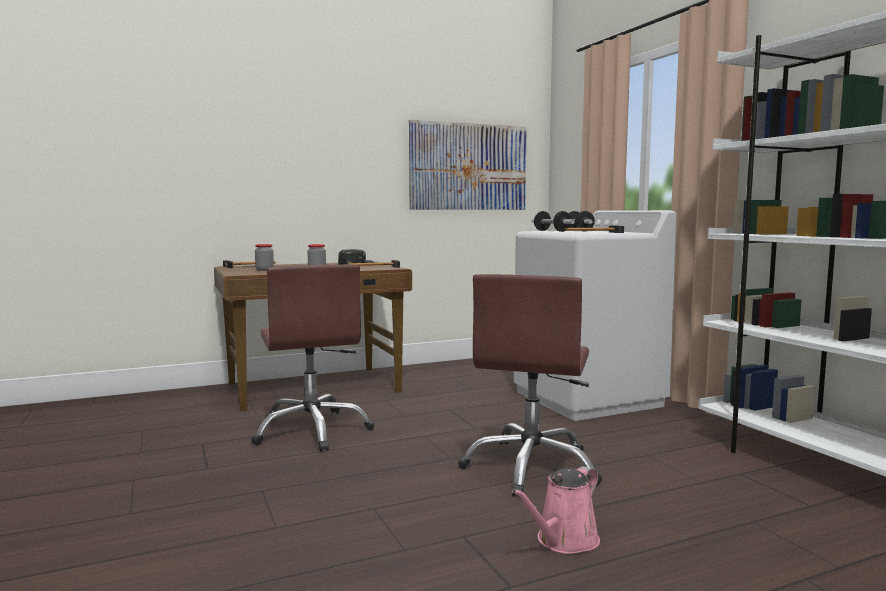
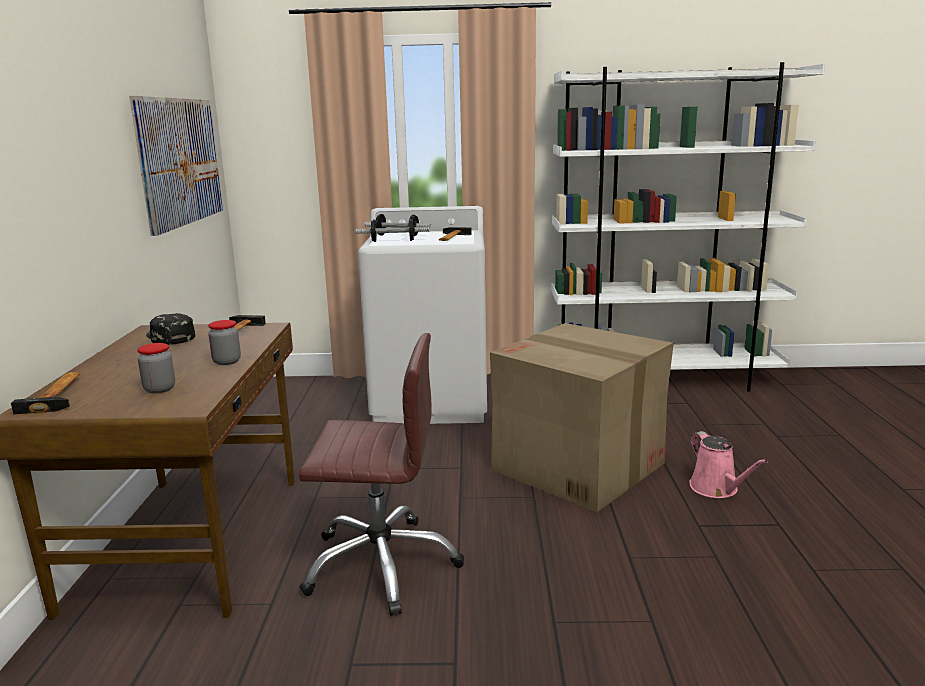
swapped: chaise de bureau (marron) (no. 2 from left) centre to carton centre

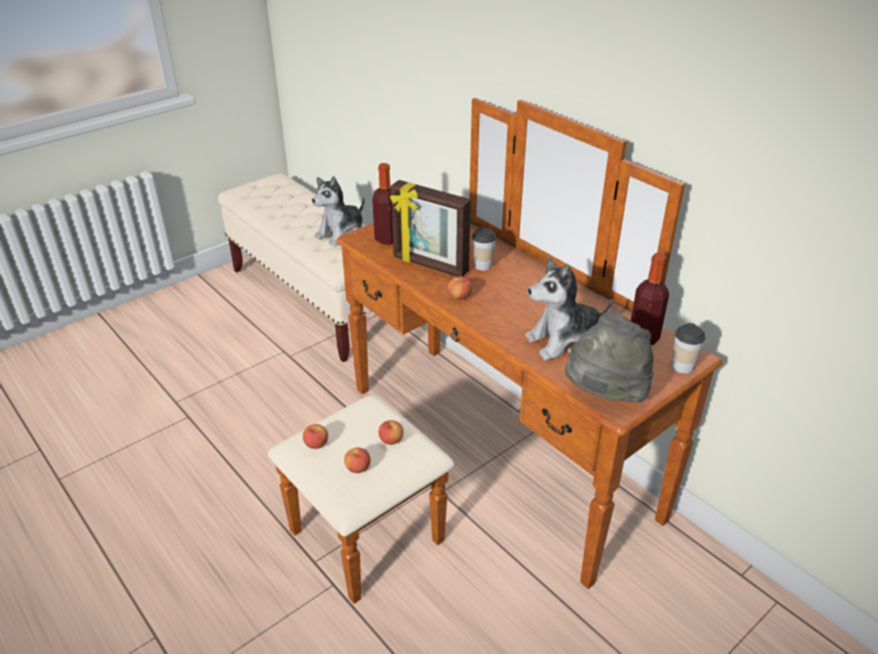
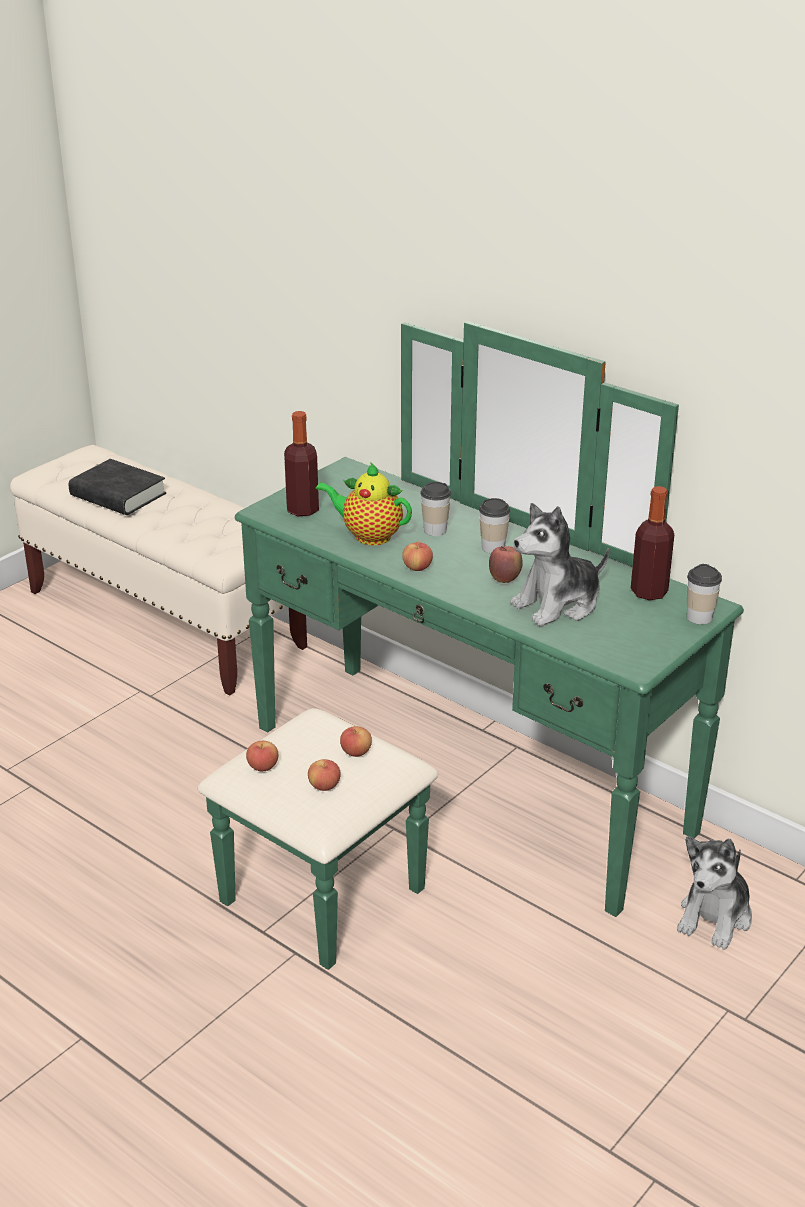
gone: chapeau (gris) middle right
new: livre (noir) middle left; tasse (no. 2 from left) centre; pomme (no. 5 from left) centre
shifted: peluche (no. 1 from left in the first image) top centre to peluche (no. 2 from left) bottom right
swapped: cadre photo centre to théière centre
repainted: commode (marron) centre to commode (vert) centre

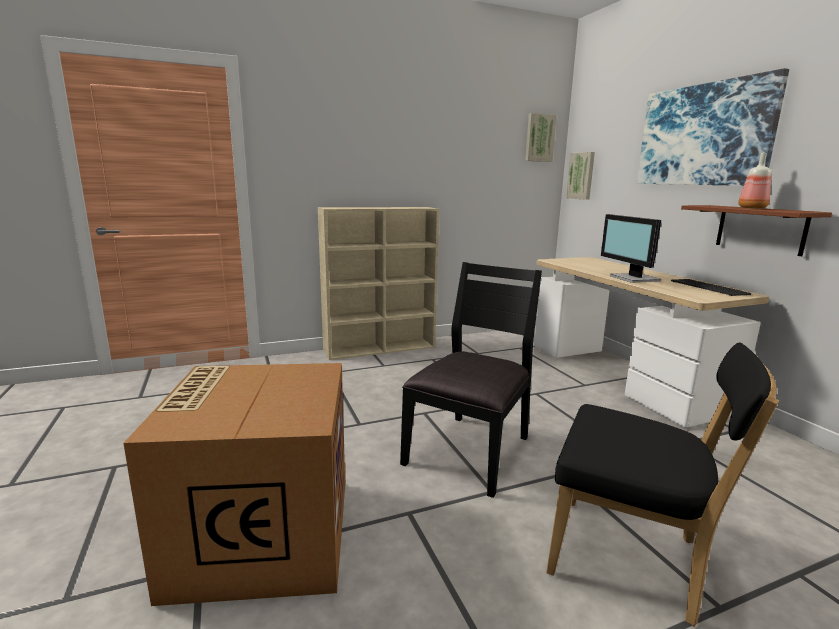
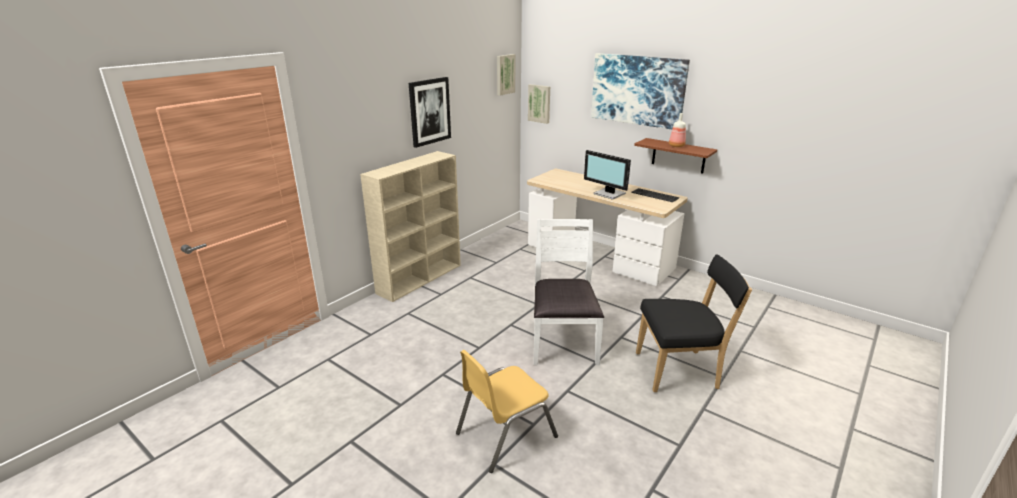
new: tableau (no. 1 from left) top centre
swapped: carton bottom left to chaise (jaune) bottom centre
repainted: chaise (noir) (no. 1 from left) centre to chaise (blanc) centre

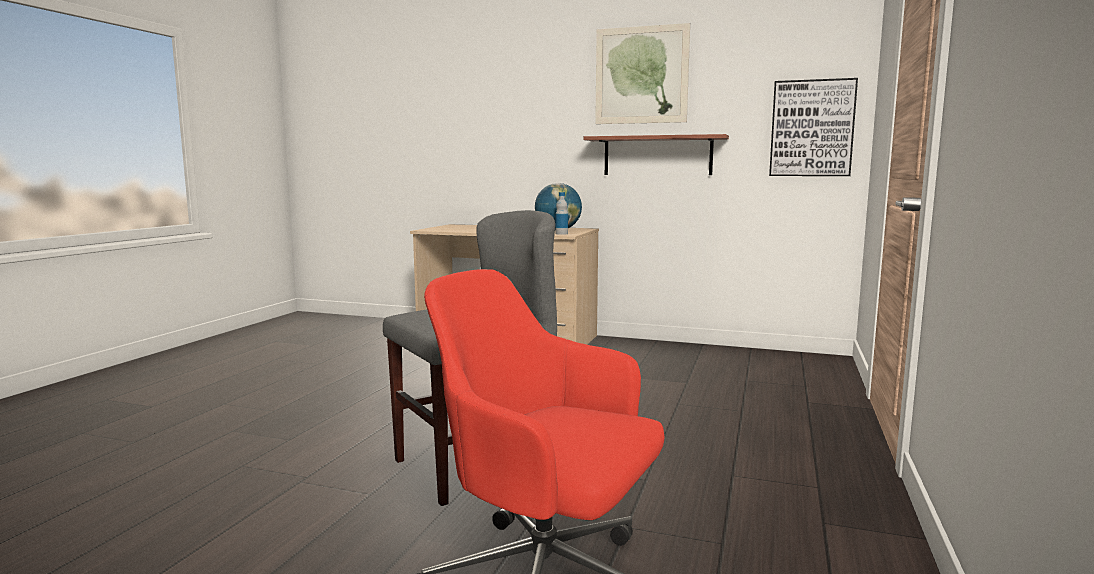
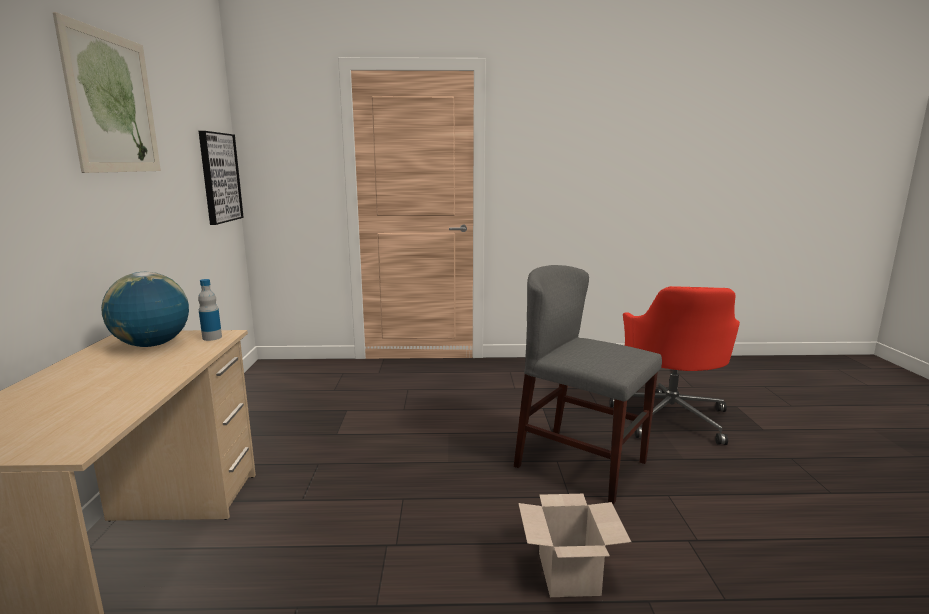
gone: étagère top centre
new: carton bottom centre

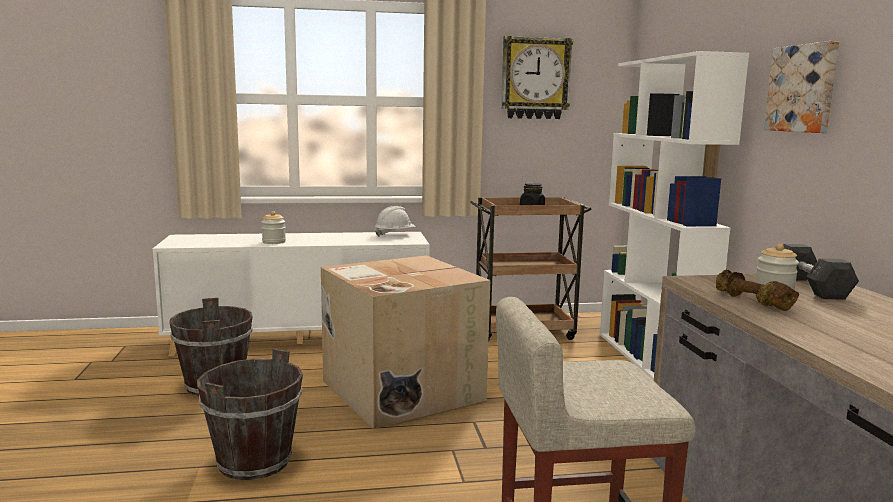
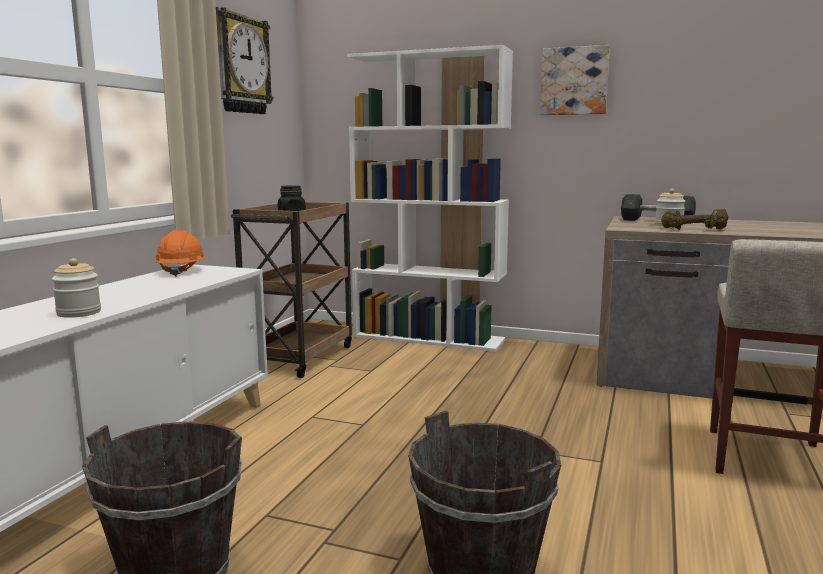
gone: carton bottom centre
repainted: casque de chantier (blanc) centre to casque de chantier (orange) middle left

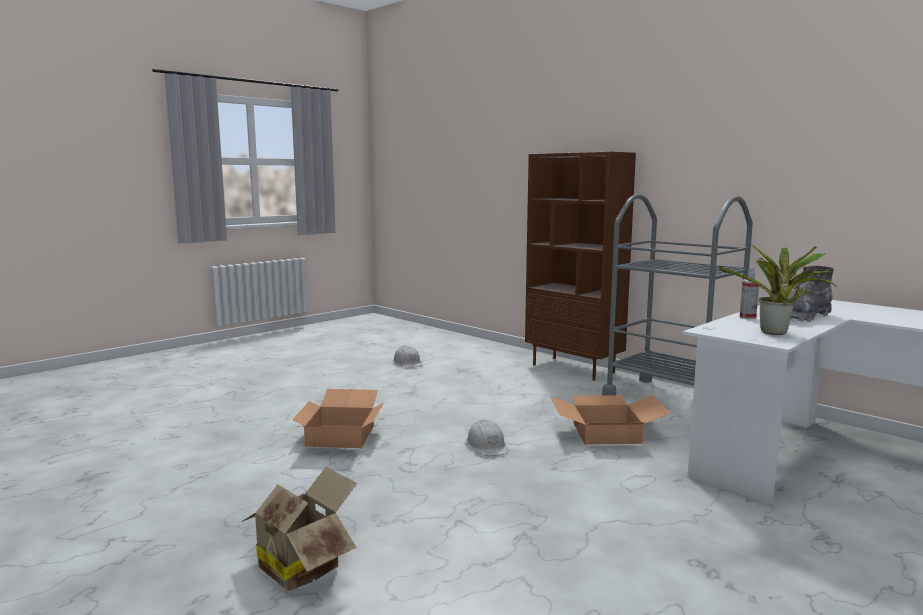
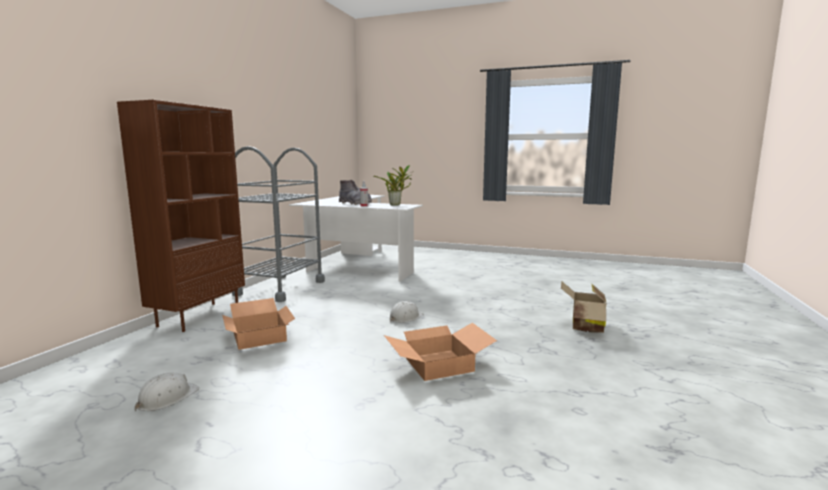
shifted: carton (no. 3 from left in the first image) bottom centre to carton (no. 1 from left) middle left

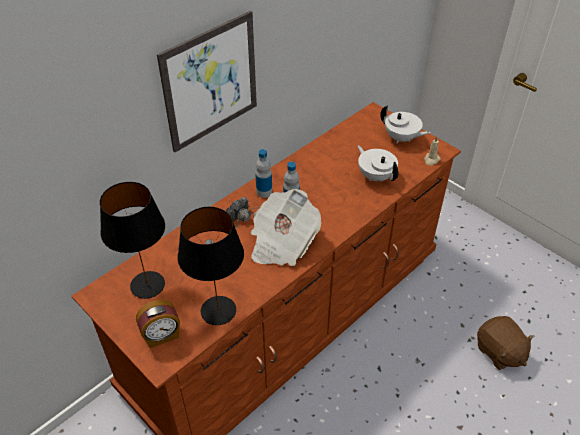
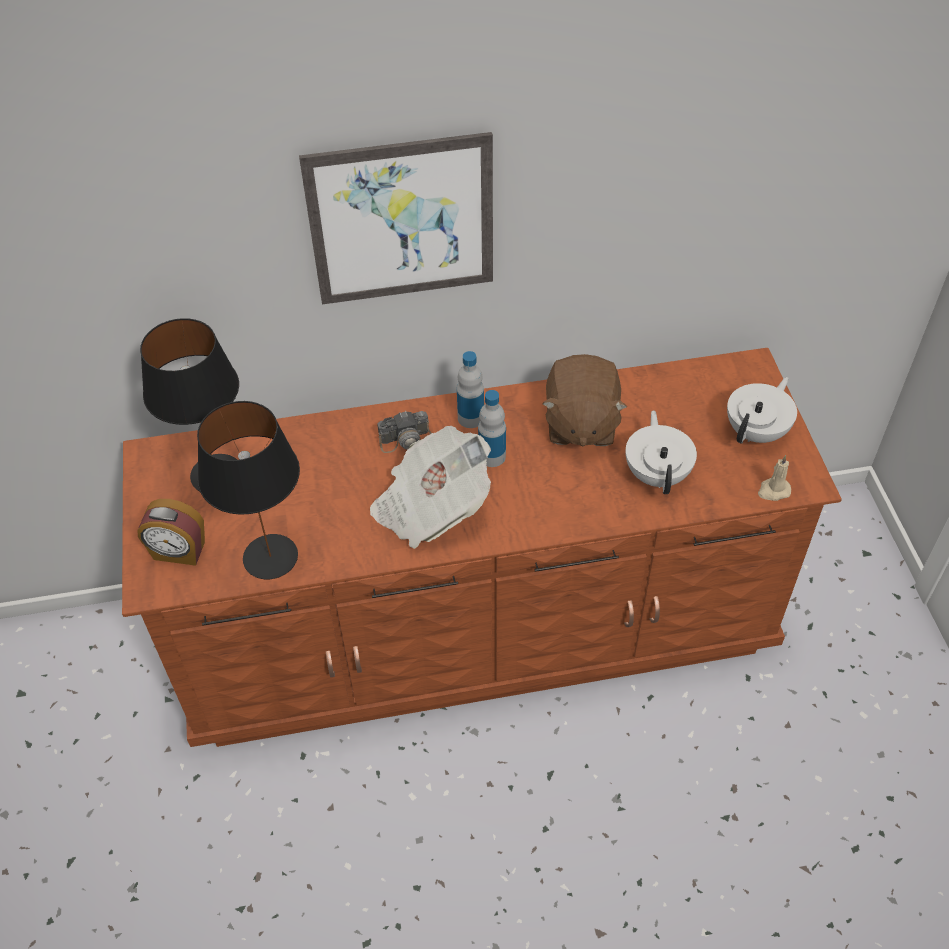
shifted: peluche (marron) bottom right to centre
rotated: théière (blanc) (no. 2 from left) top right = middle right 120 degrees counterclockwise

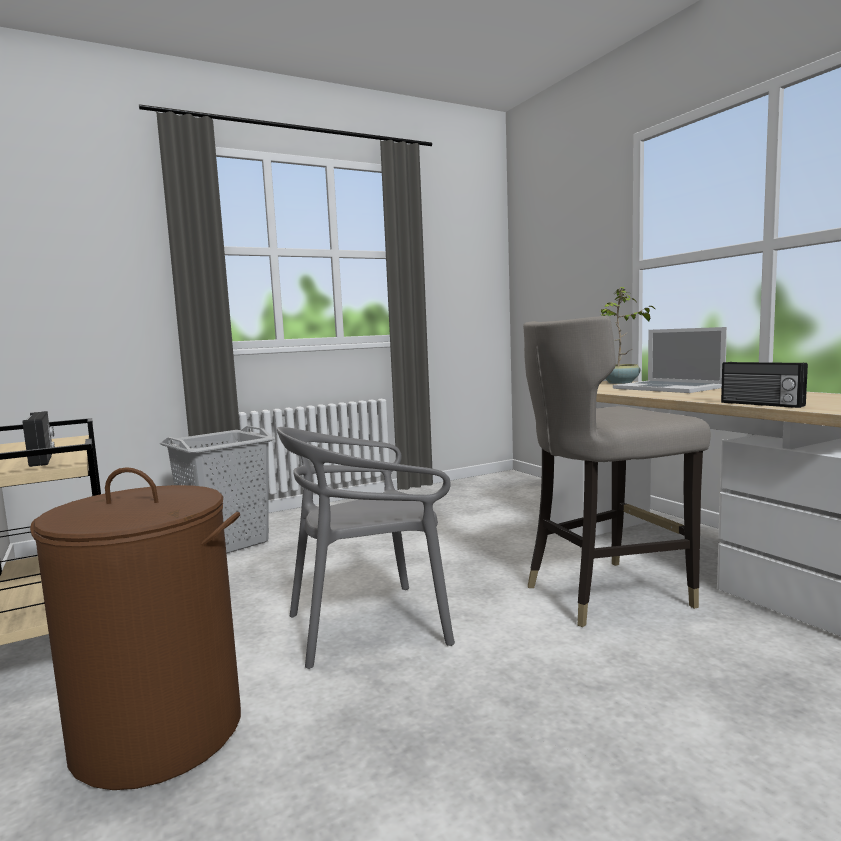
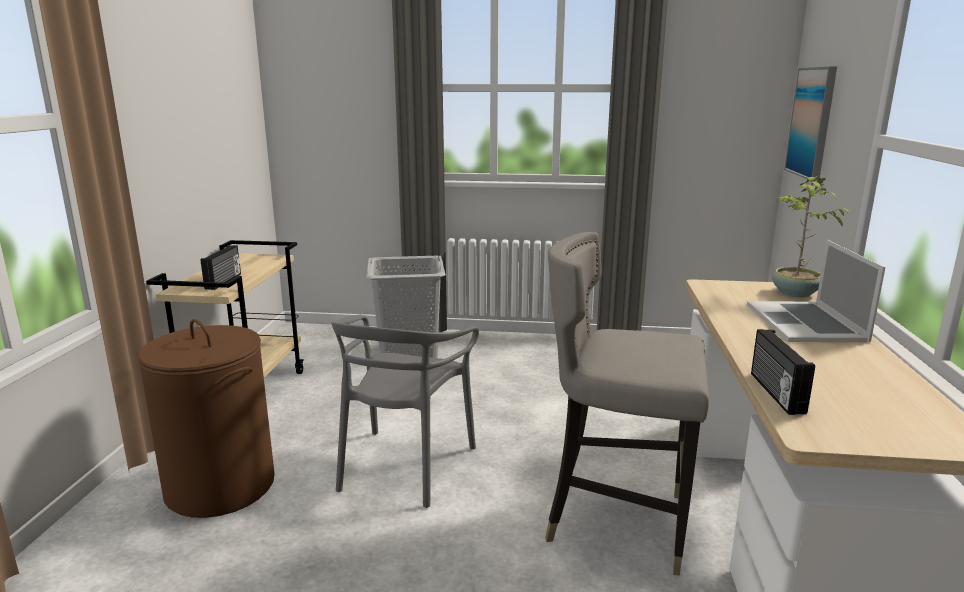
new: tableau top right
rotated: chaise (gris) centre = bottom centre 90 degrees counterclockwise

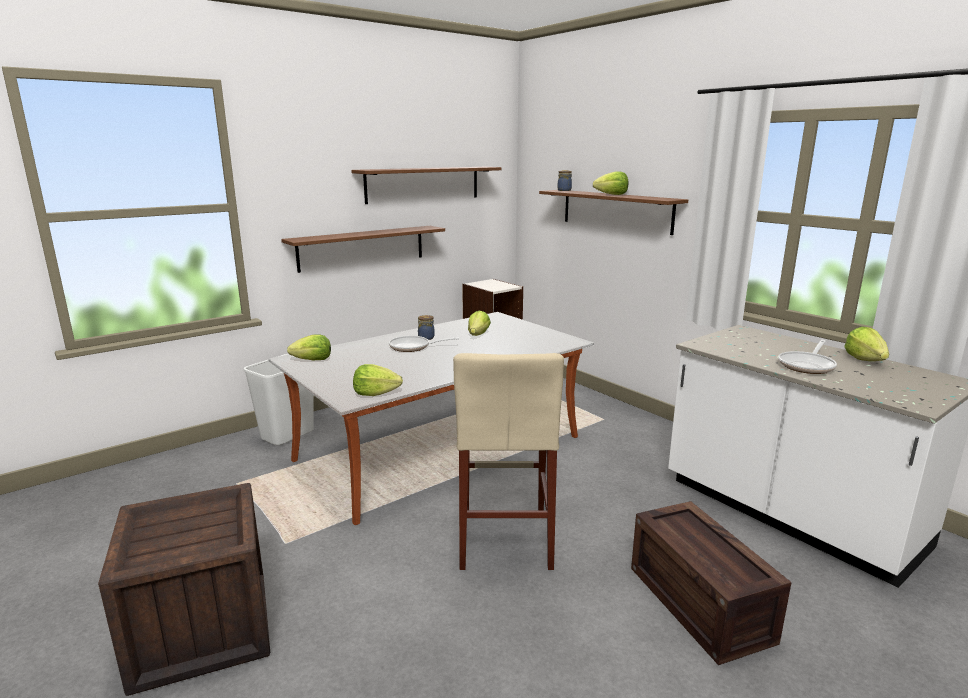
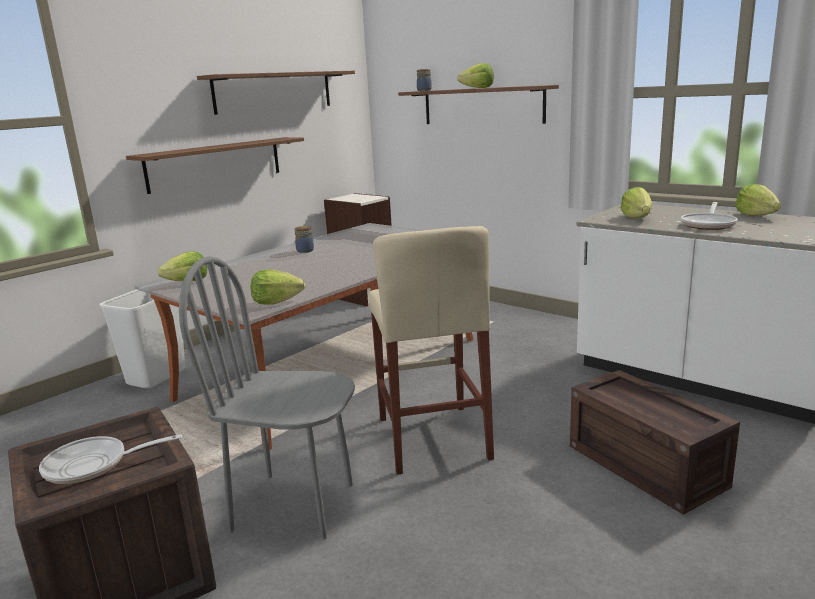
new: chaise (gris) middle left
shifted: poêle (no. 1 from left) centre to bottom left; laitue (no. 3 from left in the first image) centre to laitue (no. 4 from left) middle right

